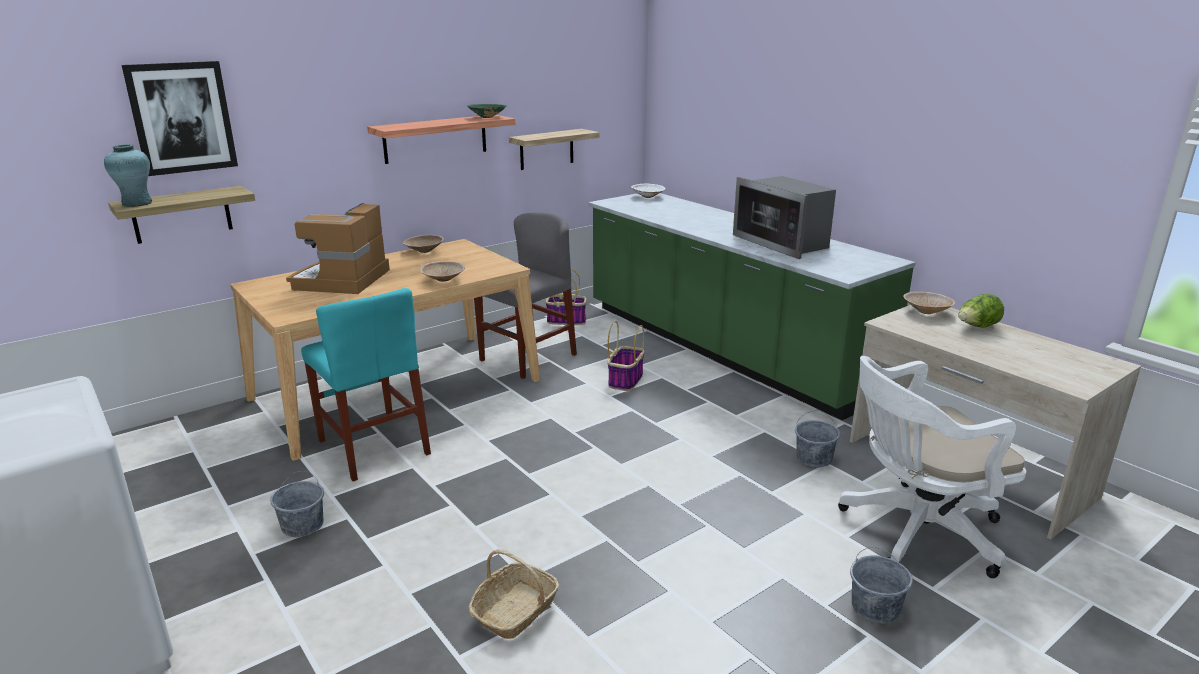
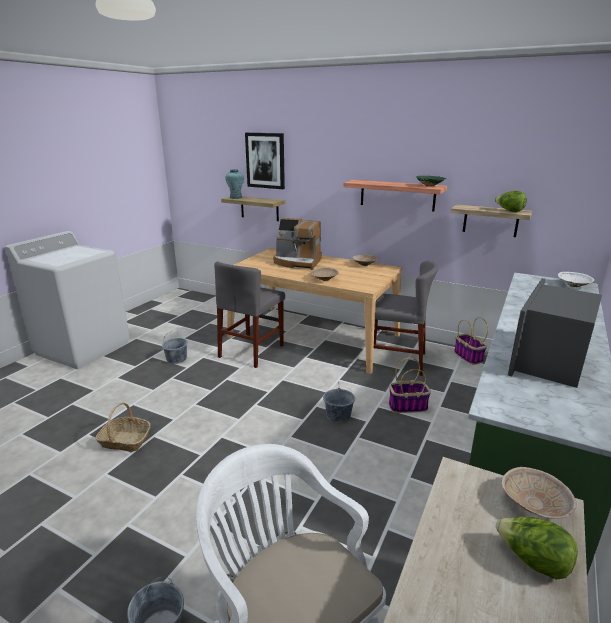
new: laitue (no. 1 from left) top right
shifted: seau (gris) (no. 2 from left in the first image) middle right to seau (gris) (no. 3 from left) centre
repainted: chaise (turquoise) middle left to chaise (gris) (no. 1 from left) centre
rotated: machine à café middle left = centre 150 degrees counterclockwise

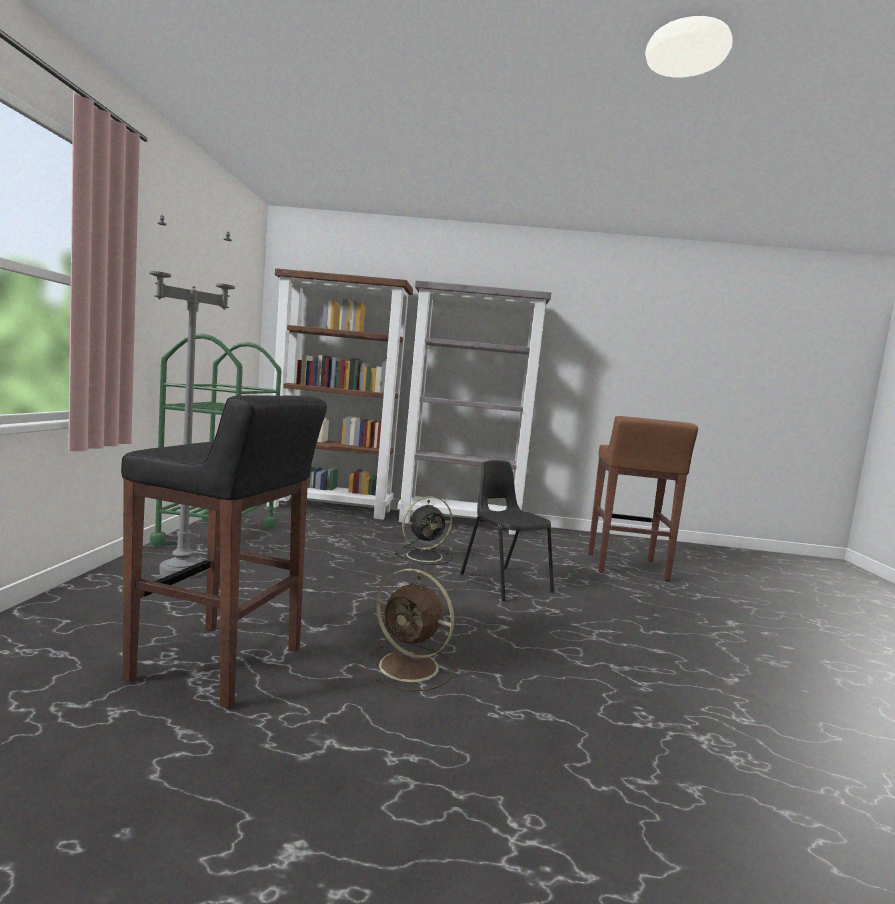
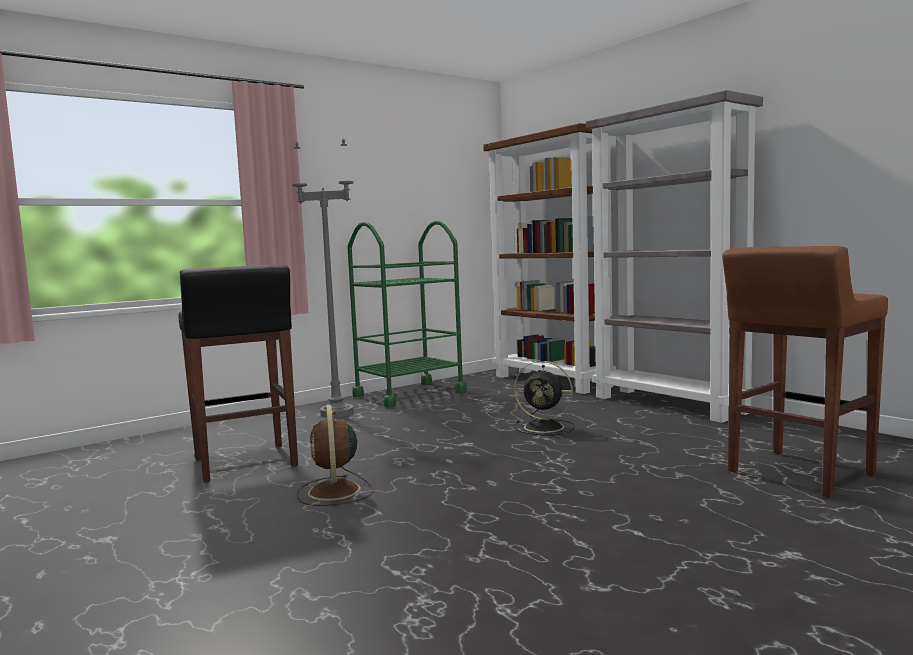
gone: chaise (noir) centre

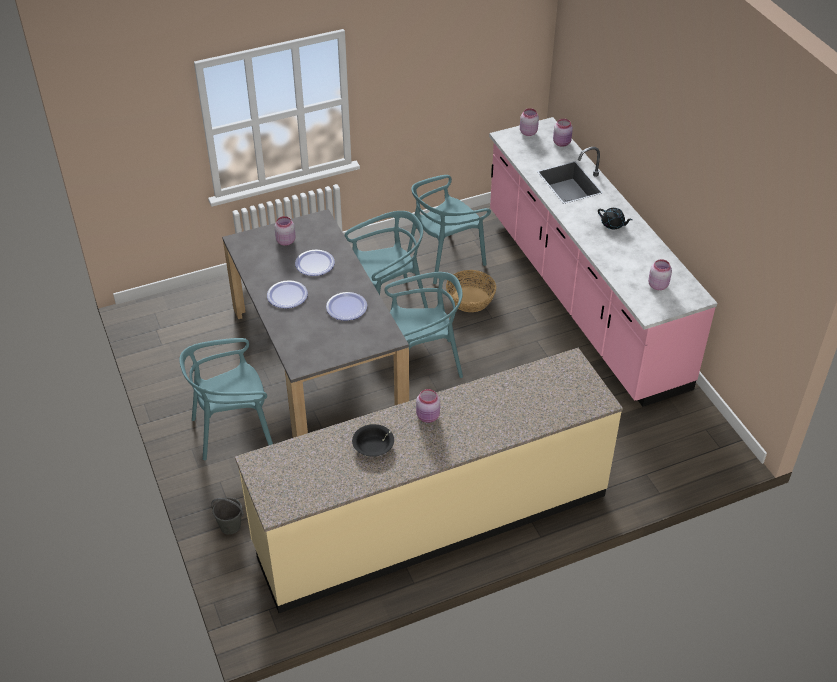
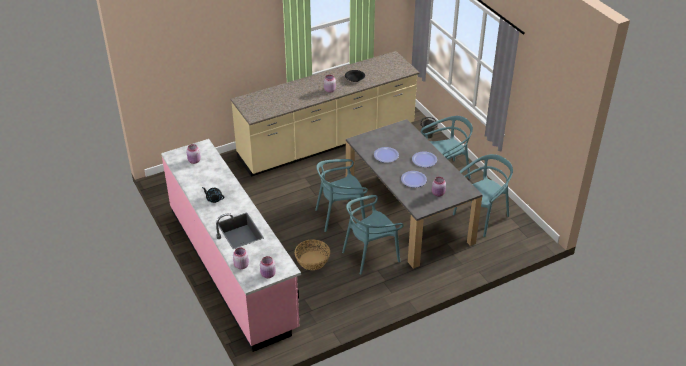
shifted: chaise (turquoise) (no. 4 from left) centre to middle right

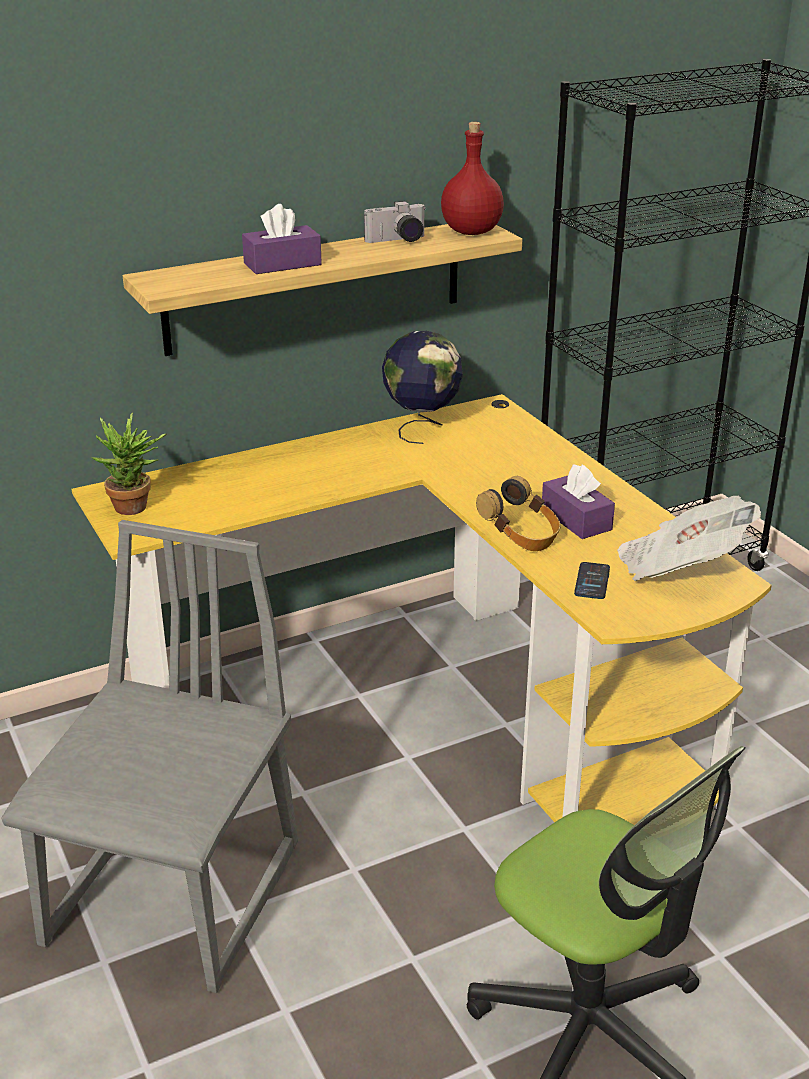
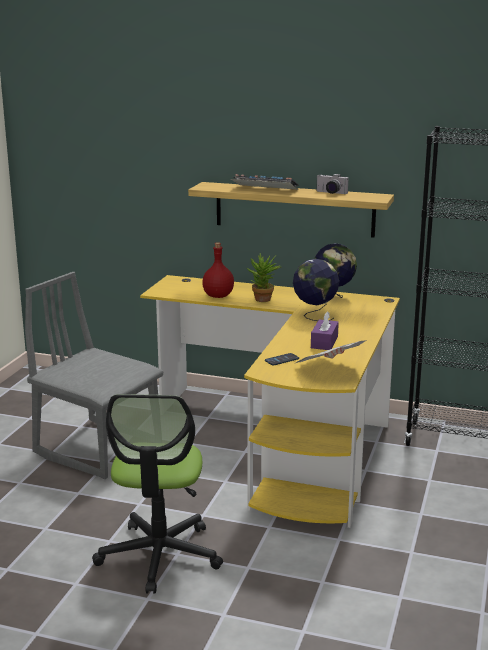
gone: casque audio centre
new: globe (no. 1 from left) centre
shifted: plante en pot middle left to centre; bouteille (rouge) top centre to centre
swapped: boîte à mouchoirs (violet) (no. 1 from left) top centre to clavier top centre
rotated: chaise (gris) bottom left = middle left 120 degrees counterclockwise

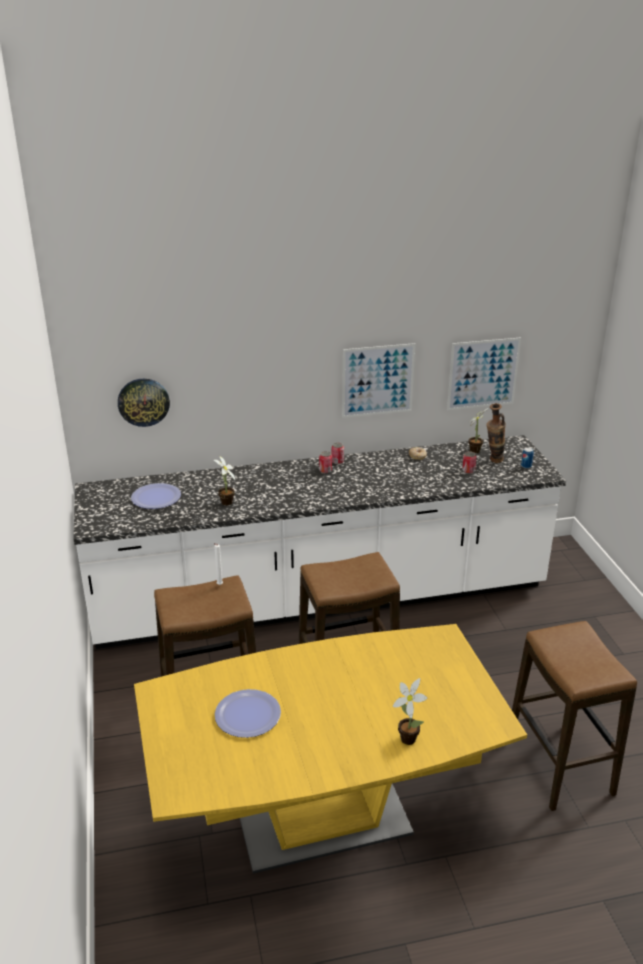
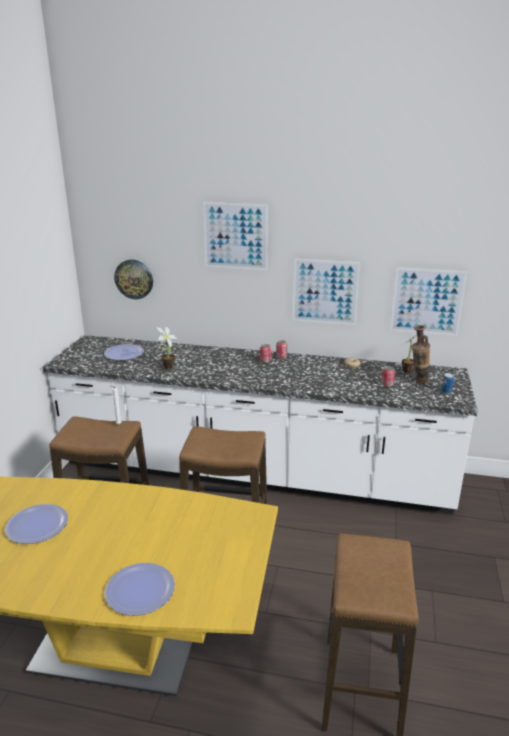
new: tableau (no. 1 from left) top centre
swapped: plante en pot (no. 2 from left) bottom centre to assiette (no. 3 from left) bottom left

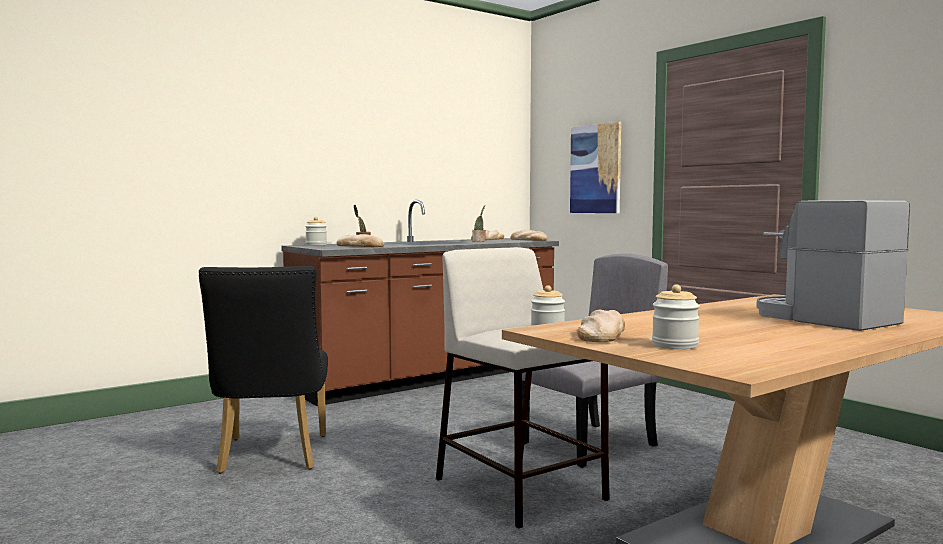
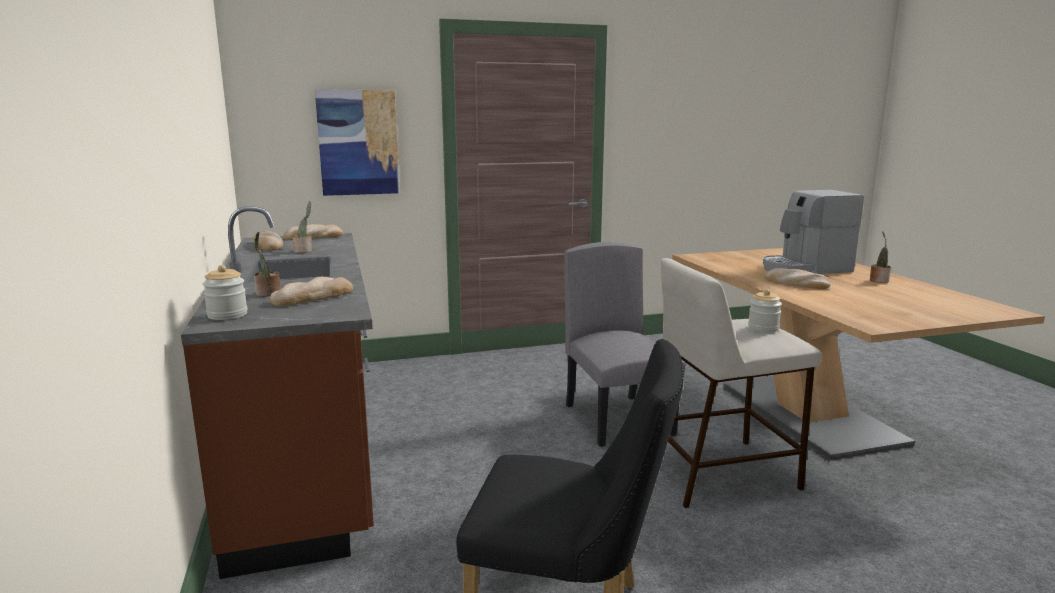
gone: bocal (no. 3 from left) middle right
new: plante en pot (no. 3 from left) middle right
shifted: pain (no. 4 from left) centre to middle right

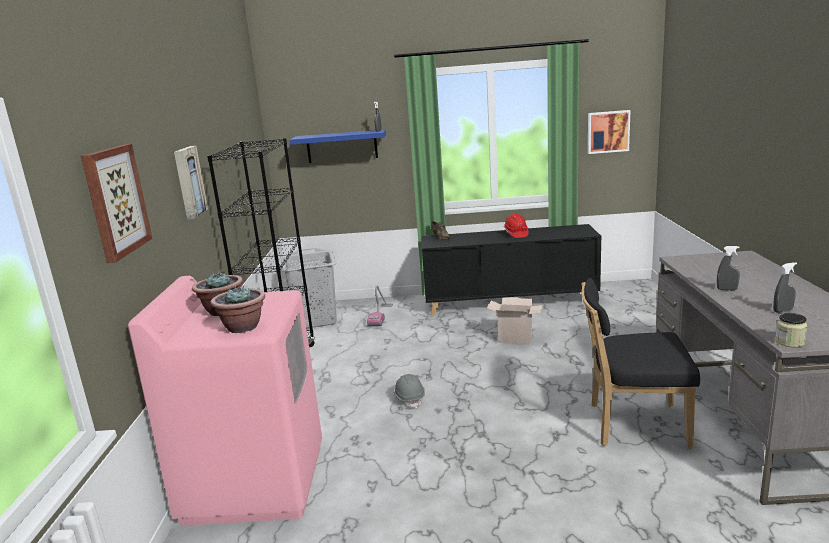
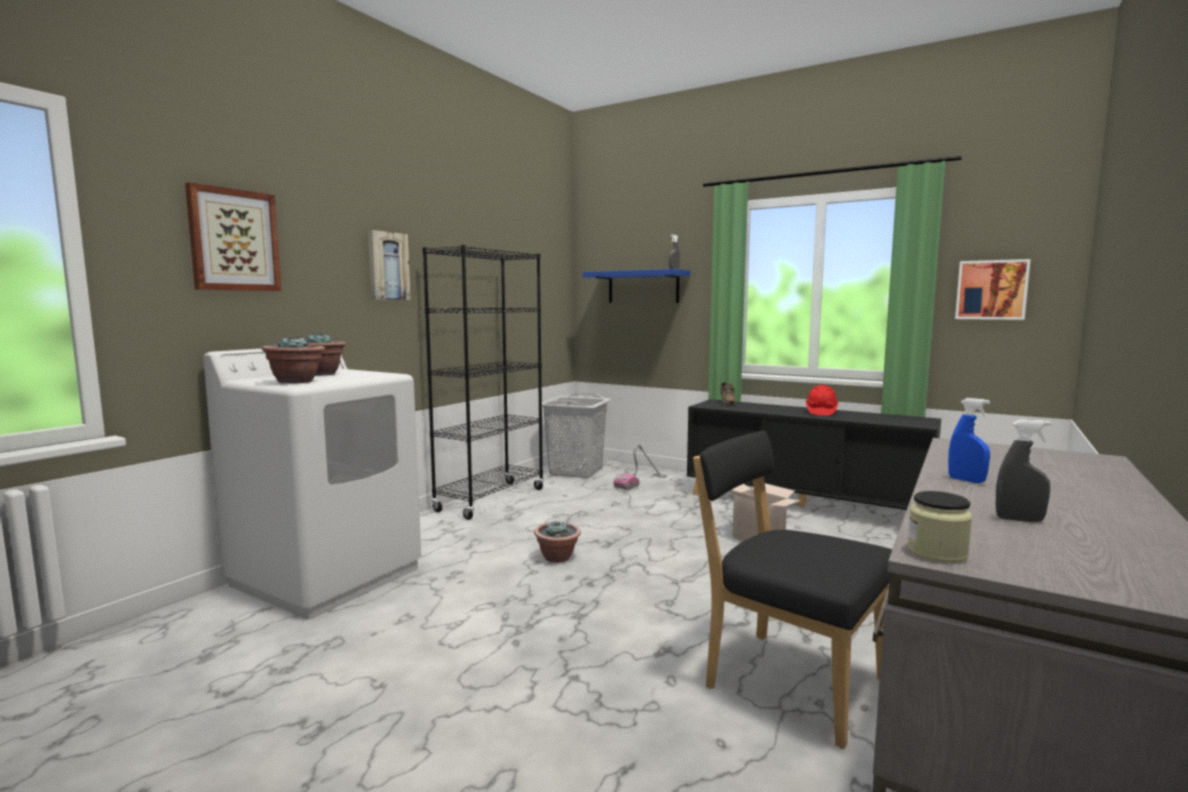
swapped: casque de chantier (gris) bottom centre to plante en pot (no. 3 from left) bottom centre
repainted: lave-linge (rose) bottom left to lave-linge (blanc) middle left; vaporisateur (gris) (no. 2 from left) middle right to vaporisateur (bleu) middle right

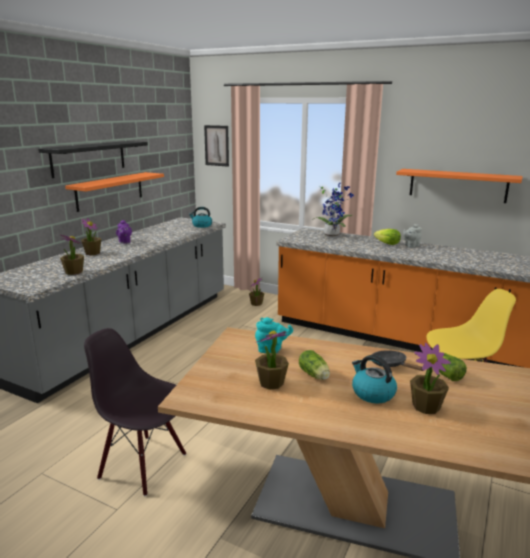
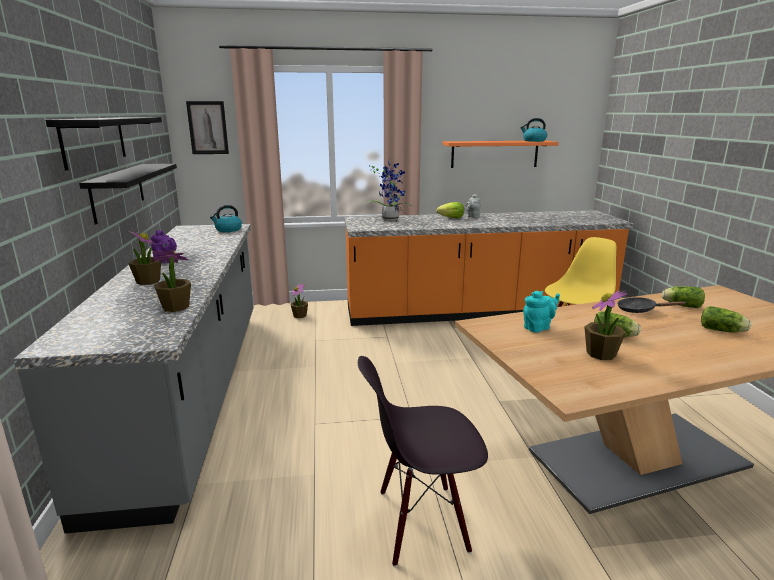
shifted: bouilloire (no. 2 from left) bottom right to top right
swapped: plante en pot (no. 6 from left) bottom right to laitue (no. 4 from left) middle right
repainted: étagère (orange) (no. 1 from left) middle left to étagère (noir) (no. 2 from left) middle left

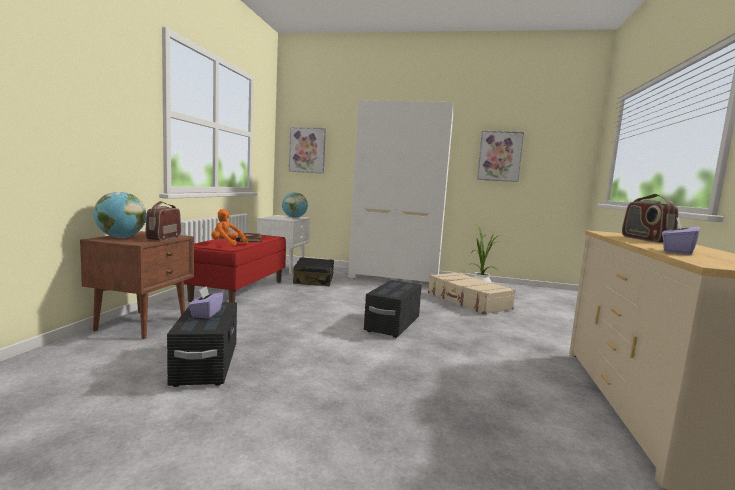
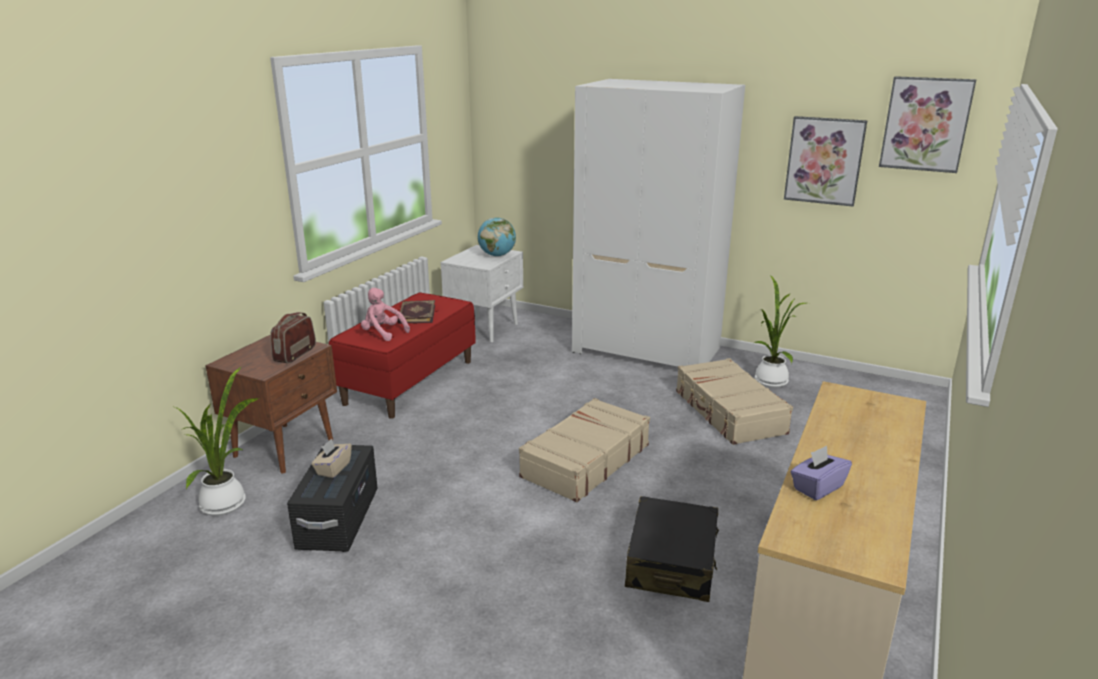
gone: globe (no. 1 from left) middle left; radio (no. 2 from left) middle right
new: plante en pot (no. 1 from left) middle left
shifted: tableau (no. 1 from left in the first image) top centre to tableau (no. 2 from left) top right; valise (noir) centre to bottom centre
swapped: boîte de rangement (noir) (no. 2 from left) centre to valise (beige) (no. 1 from left) centre
repainted: boîte à mouchoirs (violet) (no. 1 from left) middle left to boîte à mouchoirs (beige) bottom left; peluche (orange) middle left to peluche (rose) centre

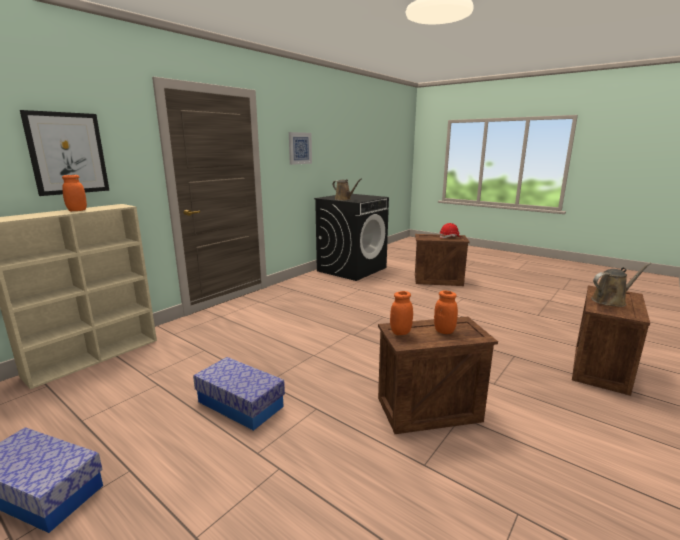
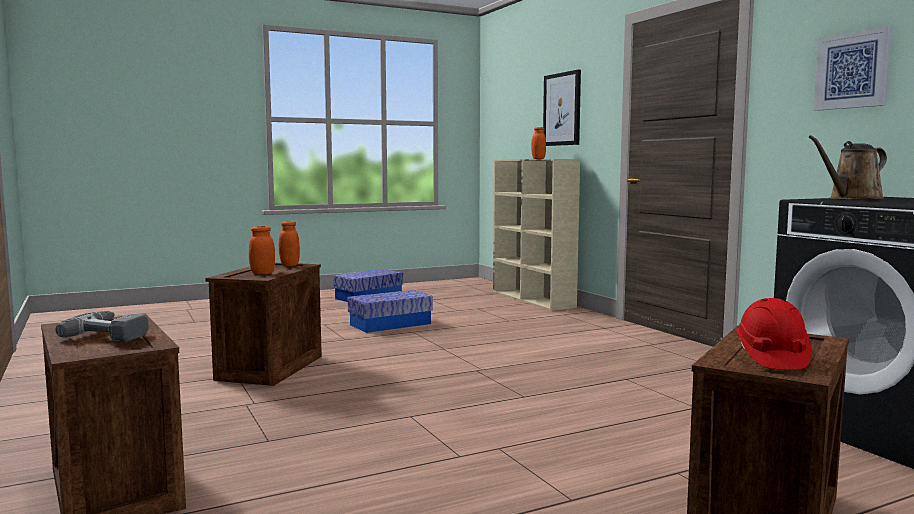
swapped: arrosoir (marron) (no. 2 from left) middle right to perceuse middle left

